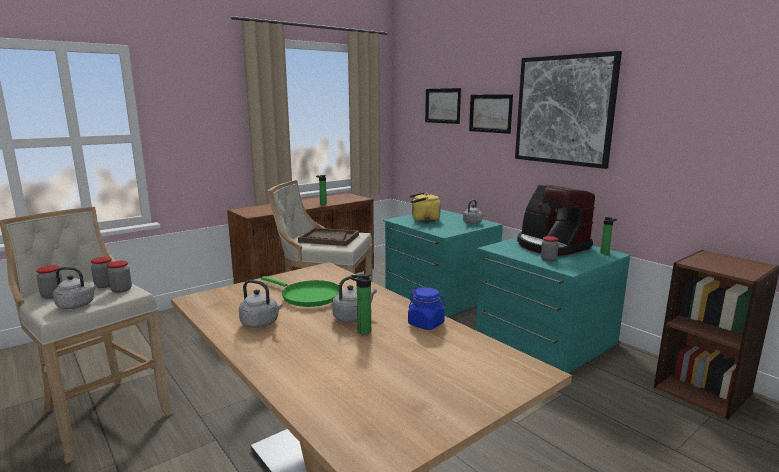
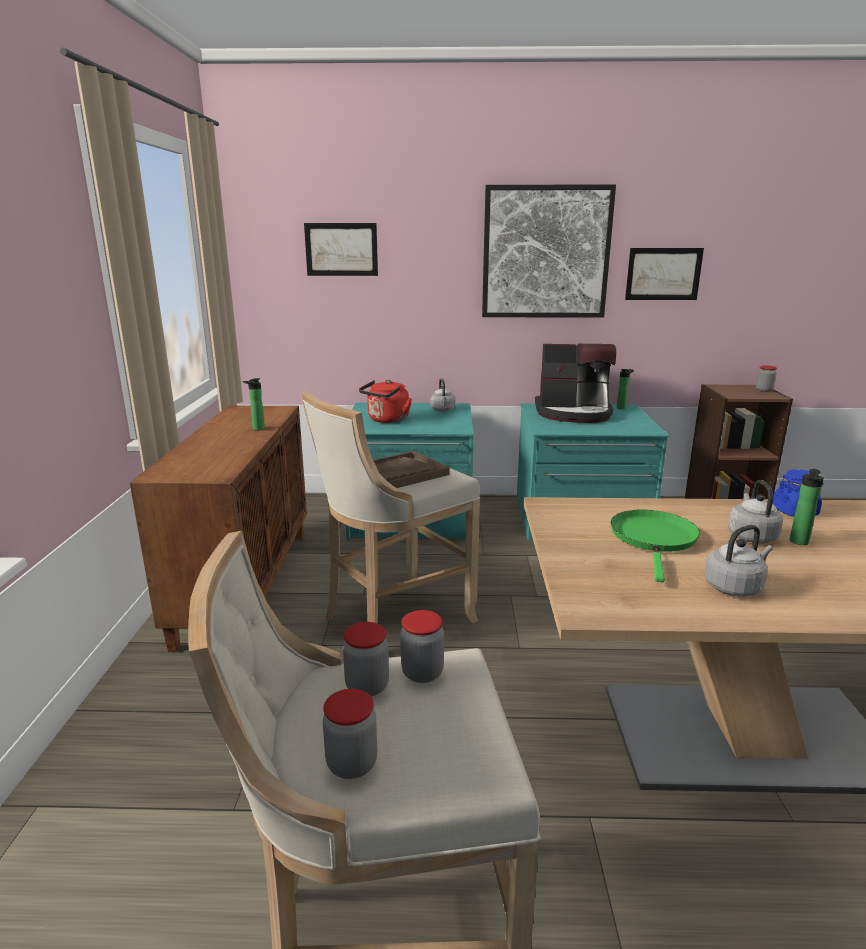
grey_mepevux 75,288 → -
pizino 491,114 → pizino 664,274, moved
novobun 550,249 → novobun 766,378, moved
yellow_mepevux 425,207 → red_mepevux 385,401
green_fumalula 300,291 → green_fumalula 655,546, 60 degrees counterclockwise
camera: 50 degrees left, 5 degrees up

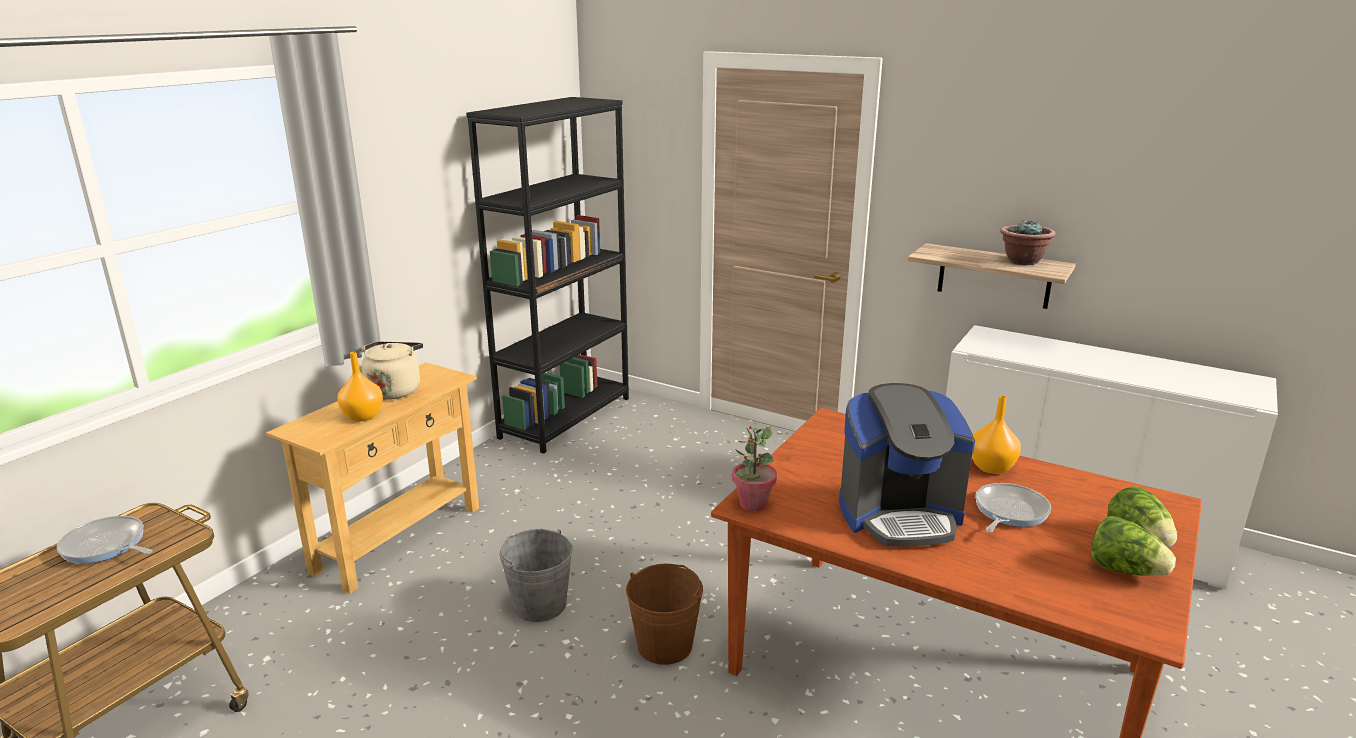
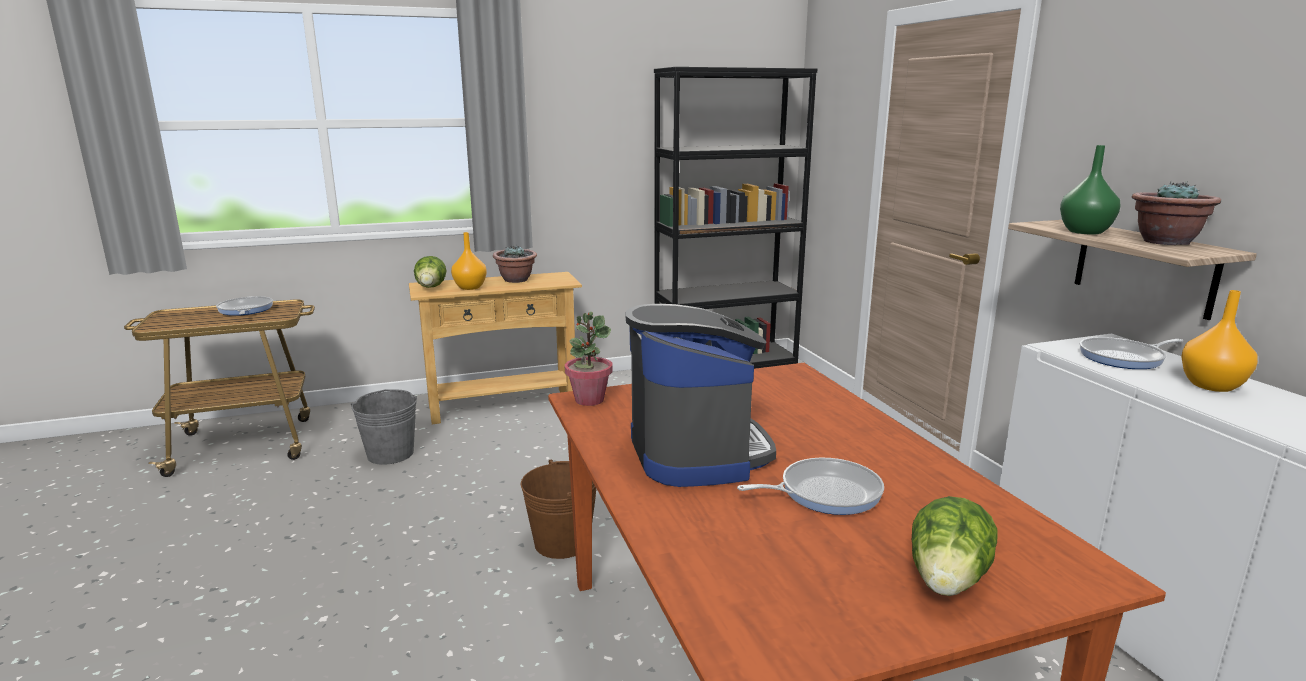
- → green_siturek 1090,190
- → fumalula 1131,353
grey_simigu 536,575 → grey_simigu 383,427, moved
orange_siturek 996,434 → orange_siturek 1219,341, moved
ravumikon 1133,546 → ravumikon 430,272, moved
beige_mepevux 391,371 → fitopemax 515,264
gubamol 907,464 → gubamol 701,395, 135 degrees counterclockwise
camera: 40 degrees right, 5 degrees down

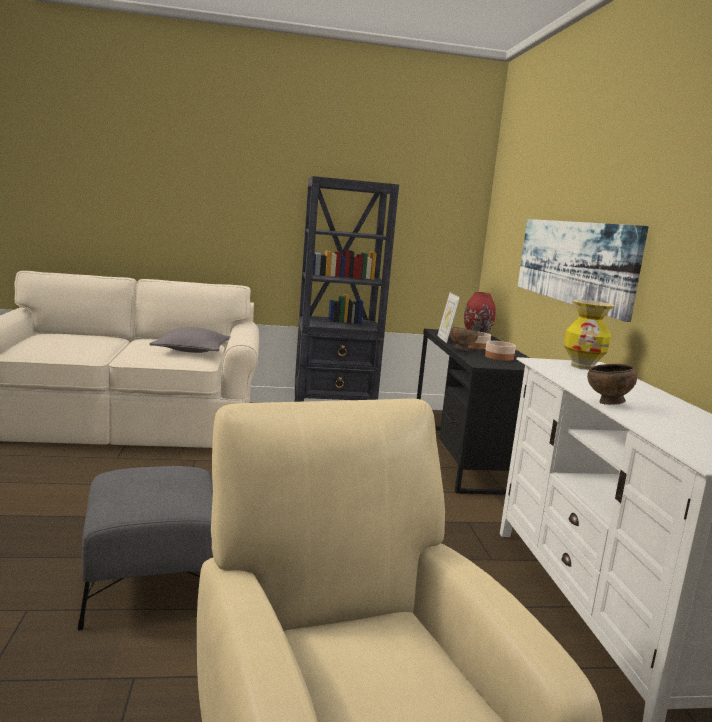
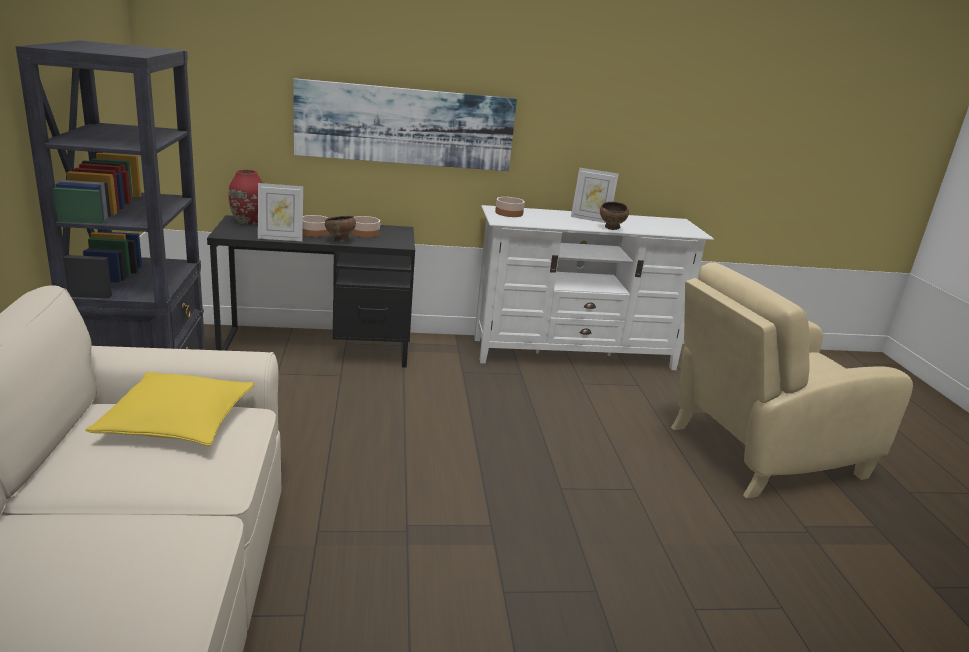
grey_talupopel 145,548 → -
- → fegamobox 595,195
siturek 589,335 → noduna 510,207
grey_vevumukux 190,340 → yellow_vevumukux 170,409
camera: 90 degrees left, 10 degrees up

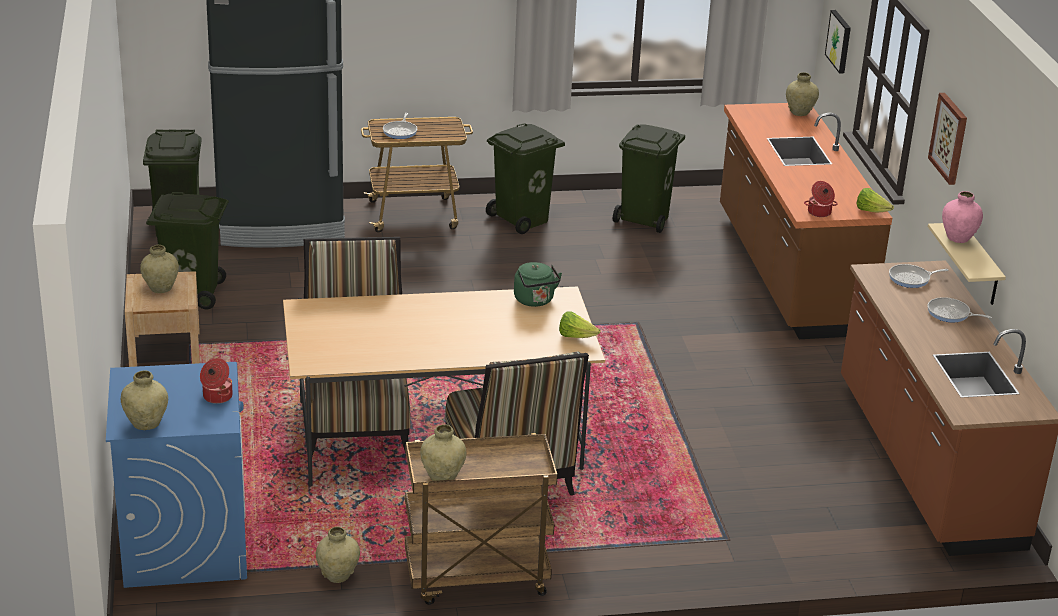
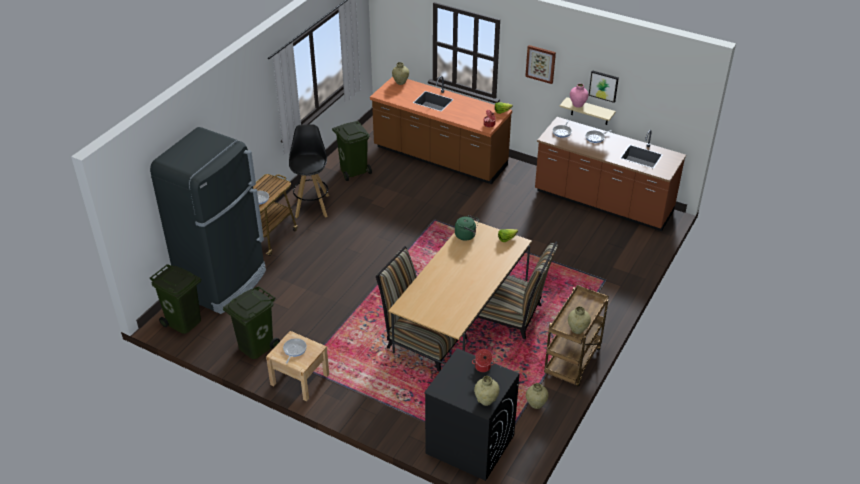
pizino 838,41 → pizino 604,86, moved
beige_siturek 159,269 → fumalula 295,351
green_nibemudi 525,178 → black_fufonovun 309,171
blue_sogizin 176,475 → black_sogizin 471,414
camera: 50 degrees left, 10 degrees up

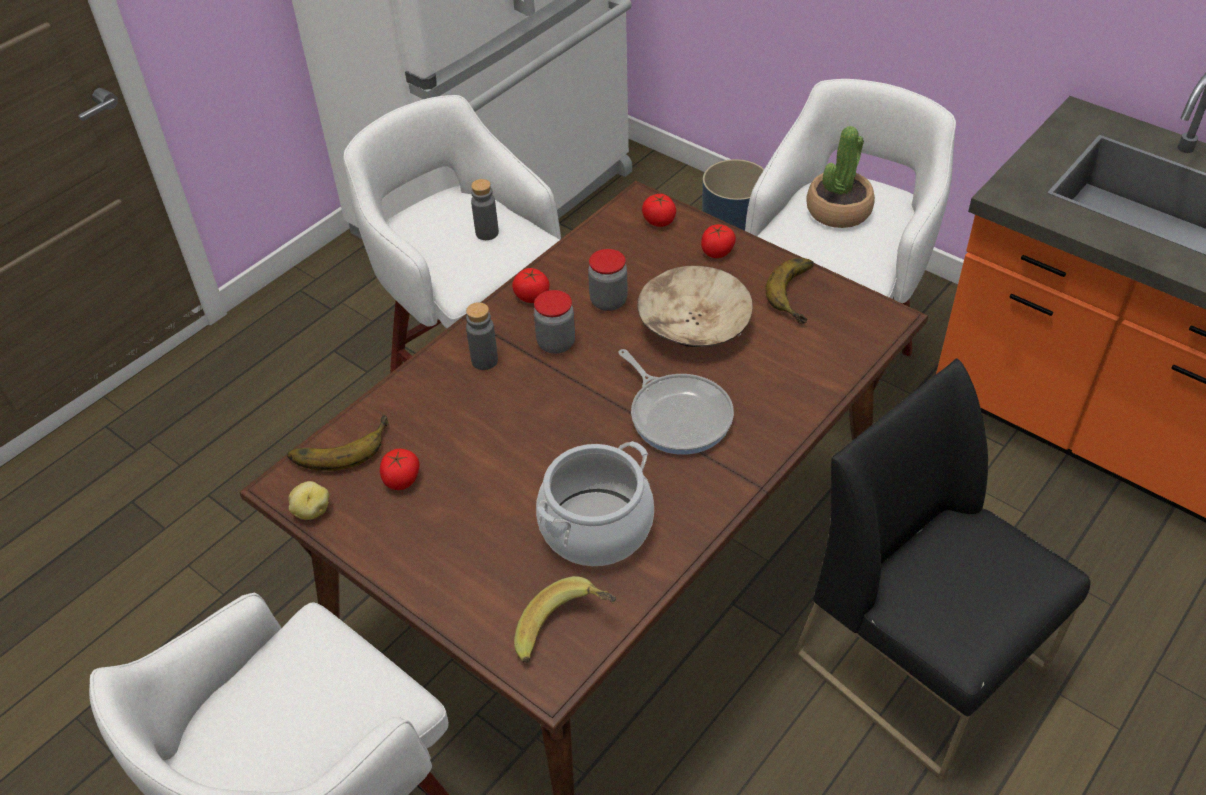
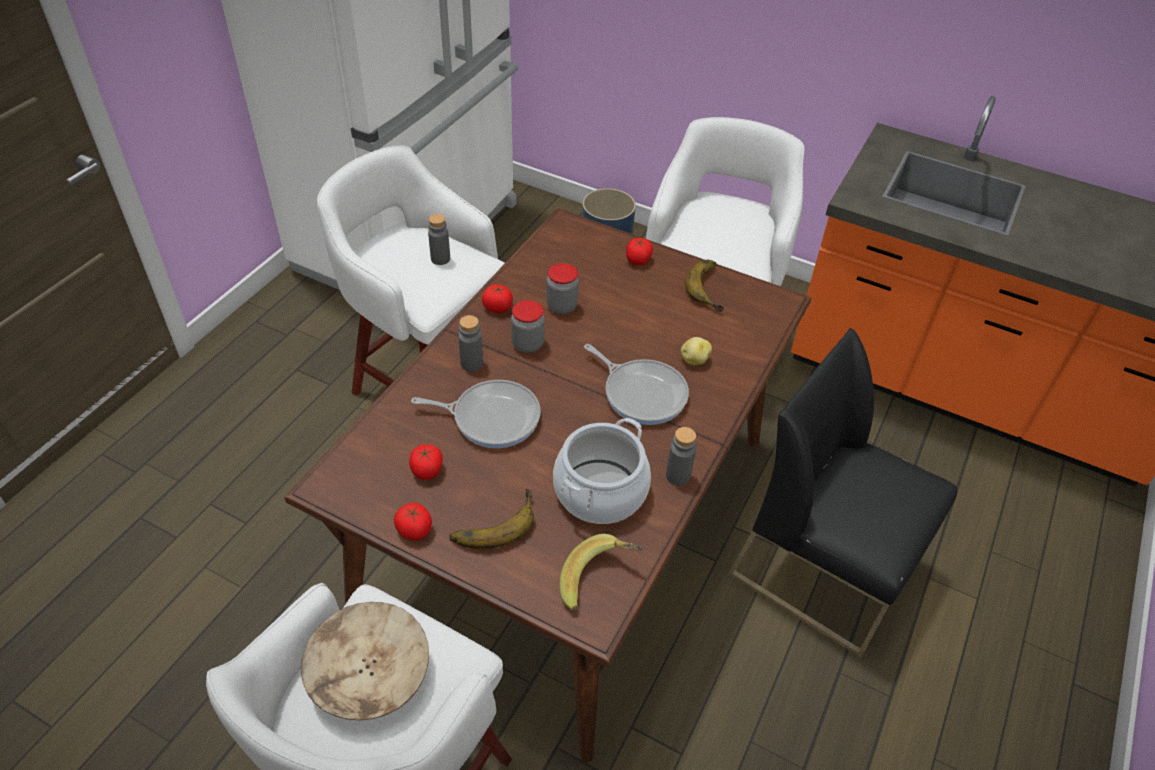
fitopemax 840,177 → -
- → fumalula 476,414
- → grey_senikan 681,456
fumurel 338,443 → fumurel 491,519, moved
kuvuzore 309,500 → kuvuzore 696,351, moved
beige_noduna 695,306 → beige_noduna 365,661, moved
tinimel 659,210 → tinimel 413,521, moved
camera: 15 degrees left, 0 degrees up

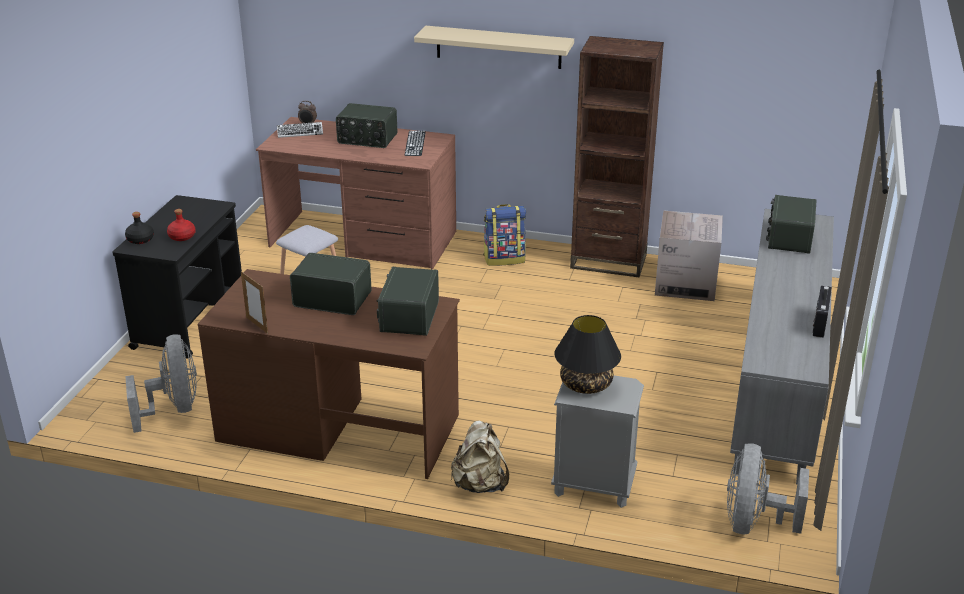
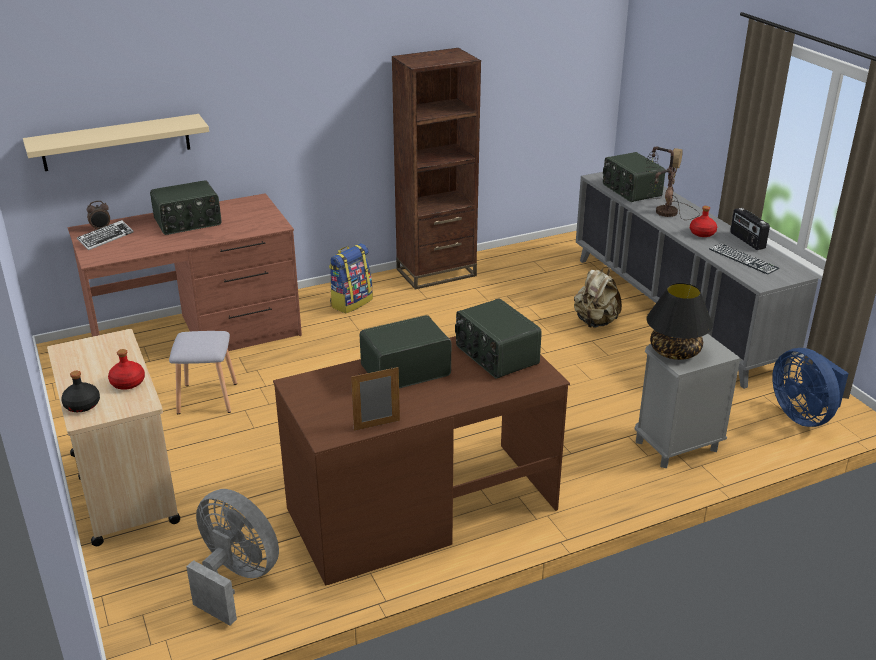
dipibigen 689,255 → -
- → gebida 672,183
- → red_senikan 703,221
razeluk 415,143 → razeluk 744,258, moved
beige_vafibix 494,47 → beige_vafibix 116,142, moved
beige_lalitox 480,456 → beige_lalitox 598,297, moved
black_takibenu 177,276 → beige_takibenu 114,437
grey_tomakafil 768,488 → blue_tomakafil 810,387
fegamobox 254,302 → fegamobox 375,399, 150 degrees clockwise
camera: 40 degrees left, 0 degrees up

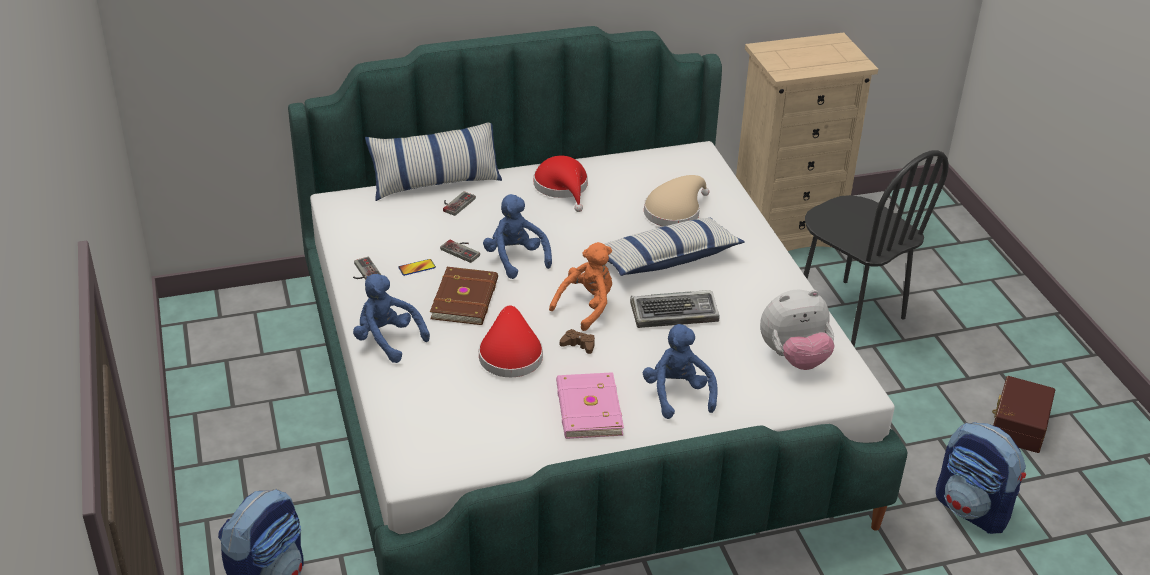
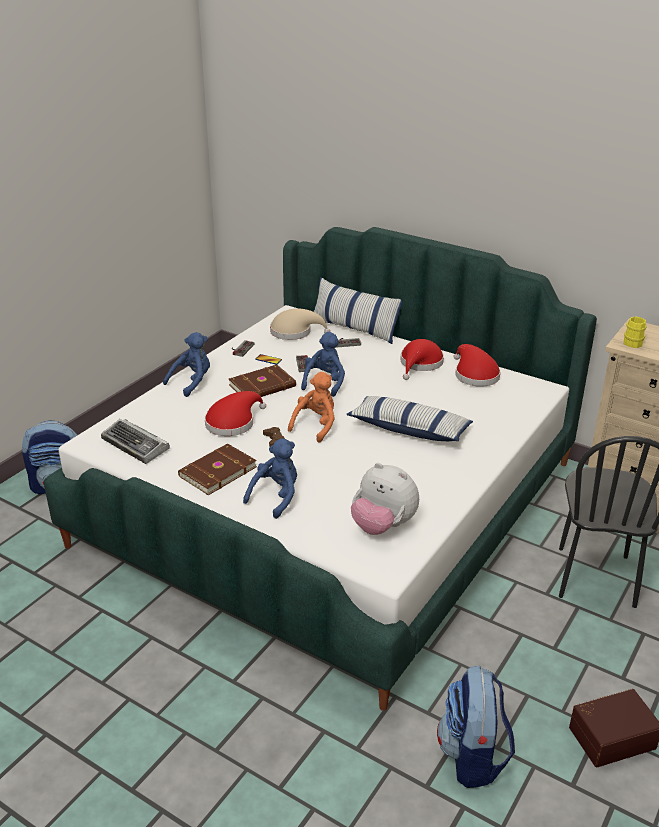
- → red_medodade 477,365
- → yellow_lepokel 635,332
razeluk 675,309 → razeluk 135,441, moved
beige_medodade 677,201 → beige_medodade 300,324, moved
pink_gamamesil 590,405 → brown_gamamesil 217,469
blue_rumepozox 391,318 → blue_rumepozox 186,364, 45 degrees clockwise
orange_rumepozox 580,286 → orange_rumepozox 311,407, 60 degrees counterclockwise
camera: 50 degrees right, 5 degrees down

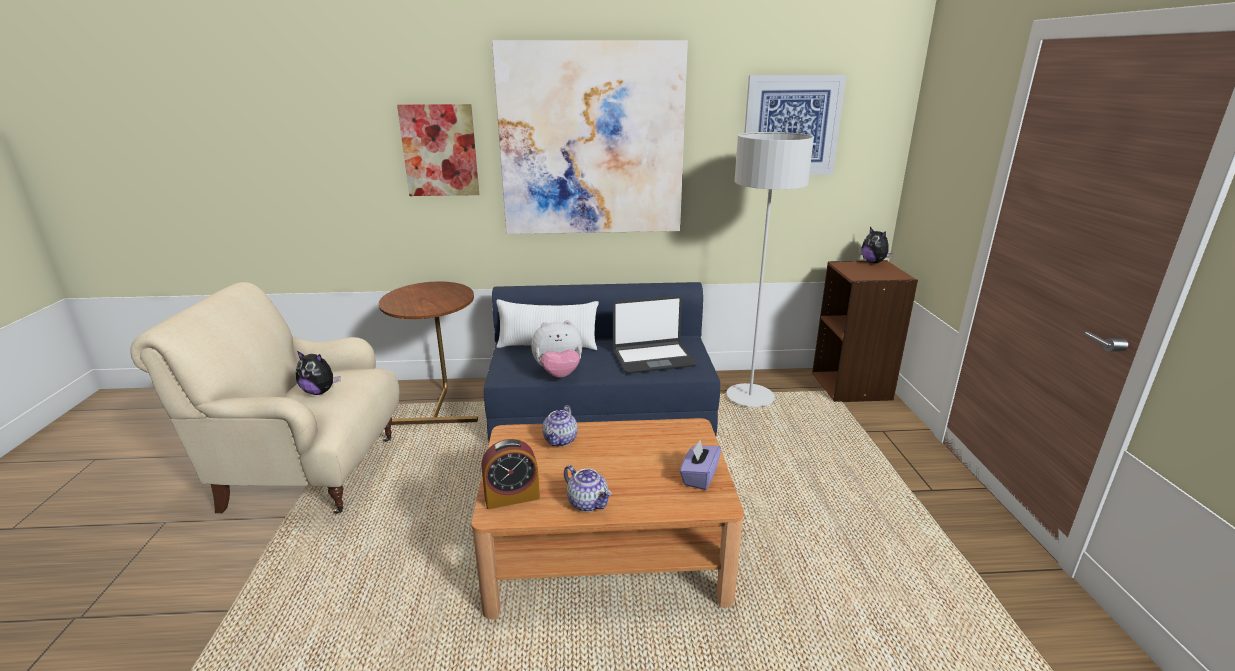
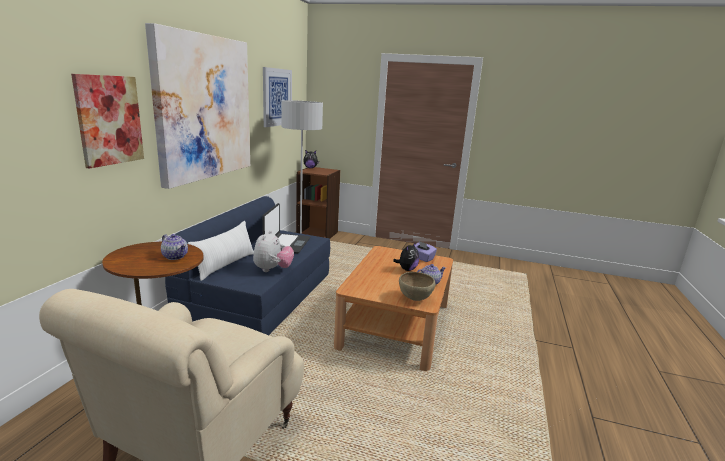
rumepozox 318,373 → rumepozox 406,256, moved
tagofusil 560,425 → tagofusil 174,247, moved
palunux 510,474 → brown_noduna 417,286
camera: 70 degrees left, 5 degrees down

